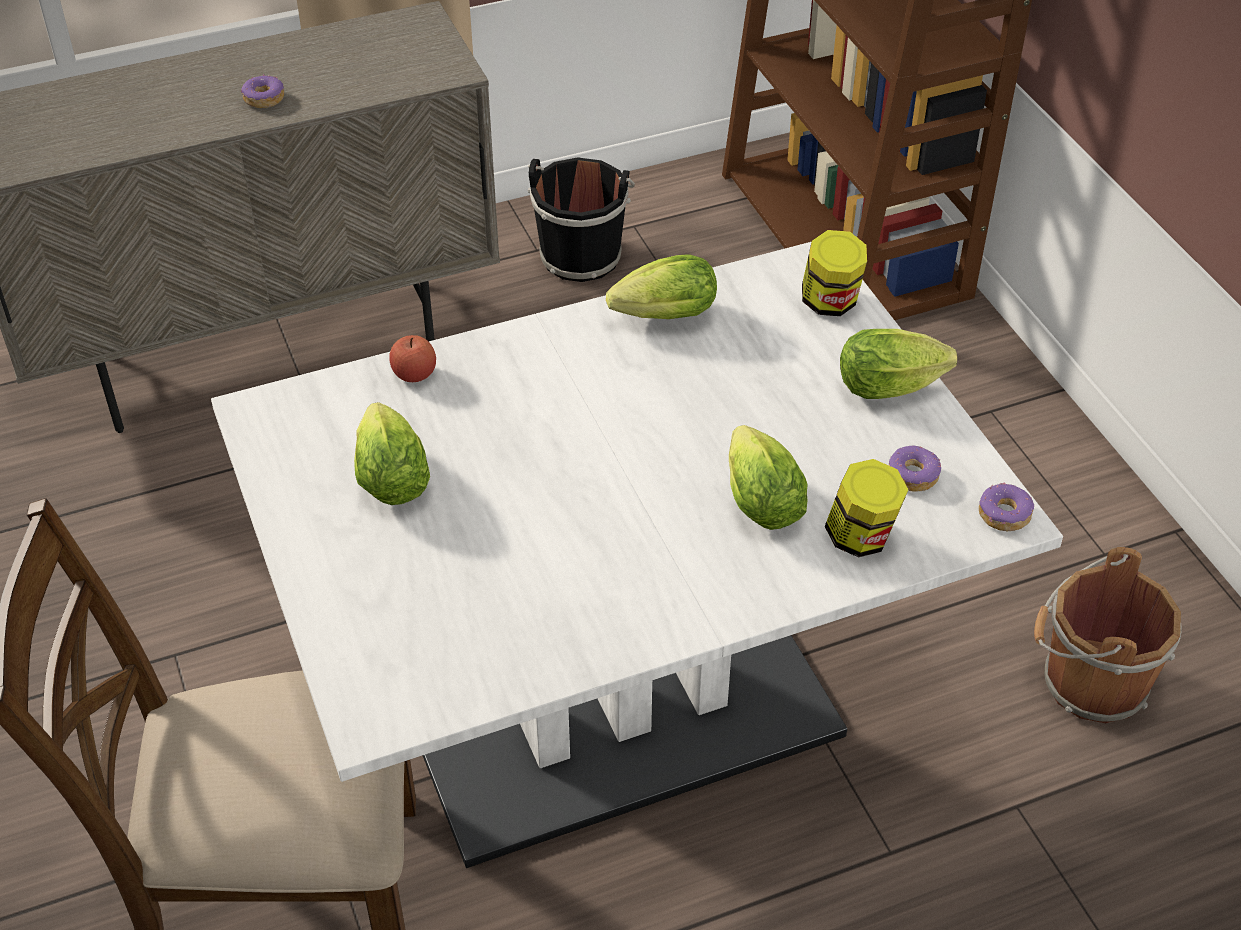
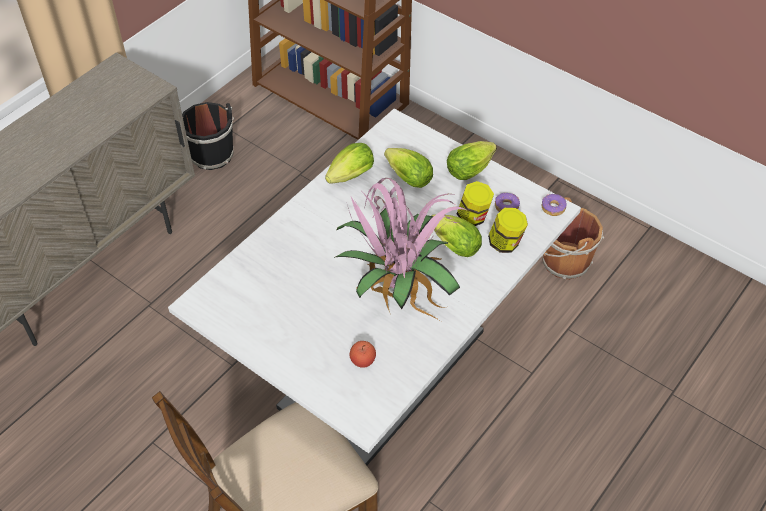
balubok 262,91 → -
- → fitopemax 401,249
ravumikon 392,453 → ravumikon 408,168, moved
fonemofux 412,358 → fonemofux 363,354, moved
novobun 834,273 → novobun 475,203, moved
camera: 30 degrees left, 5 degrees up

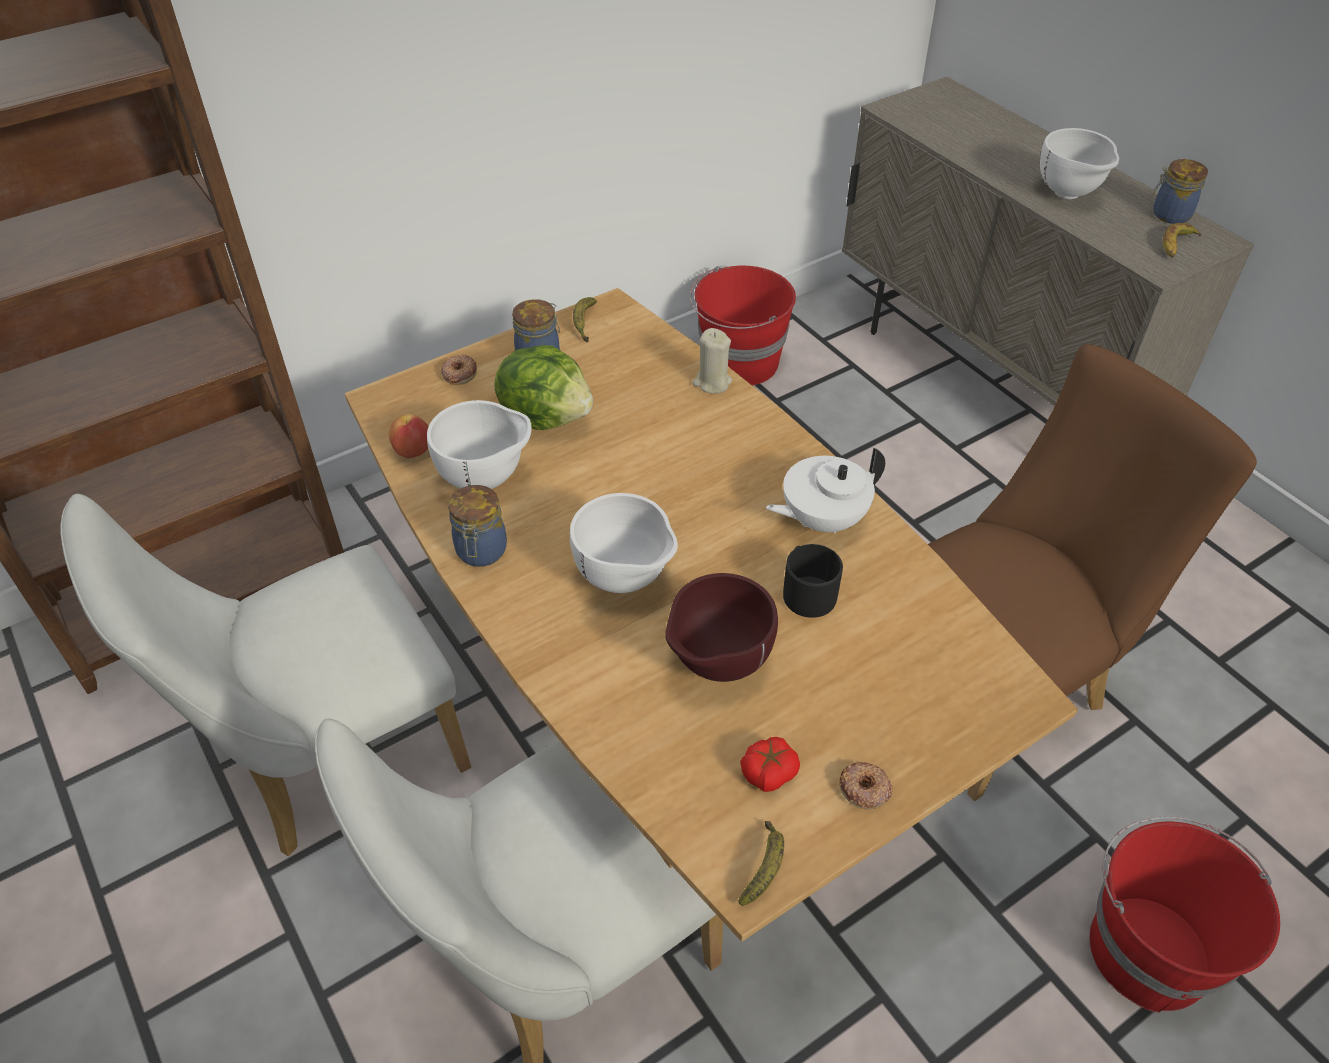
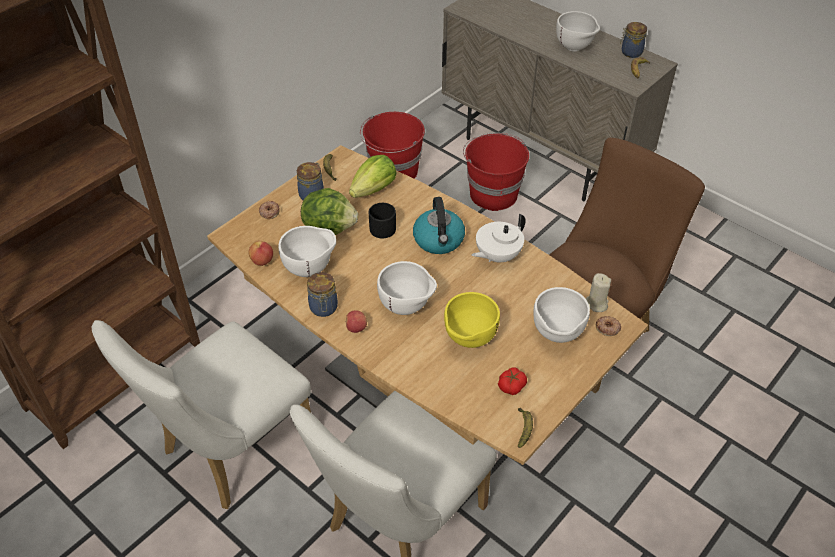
- → fonemofux 356,321
- → ravumikon 372,176
- → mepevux 439,225
- → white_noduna 561,315
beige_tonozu 712,361 → beige_tonozu 598,292, moved
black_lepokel 813,581 → black_lepokel 382,220, moved
balubok 866,785 → balubok 608,326, moved
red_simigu 1185,914 → red_simigu 496,172, moved
brown_noduna 721,627 → yellow_noduna 472,320
camera: 15 degrees left, 0 degrees up

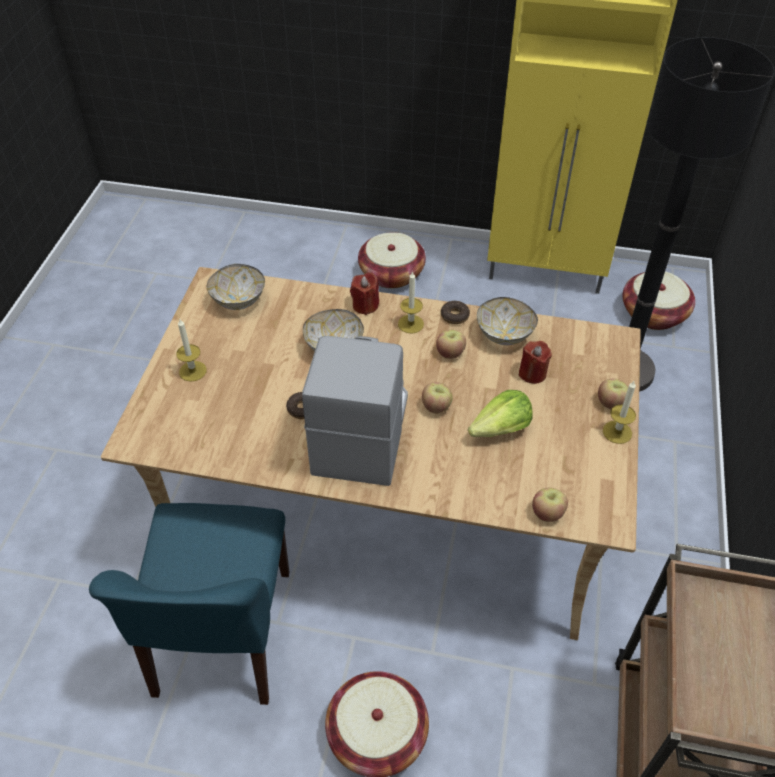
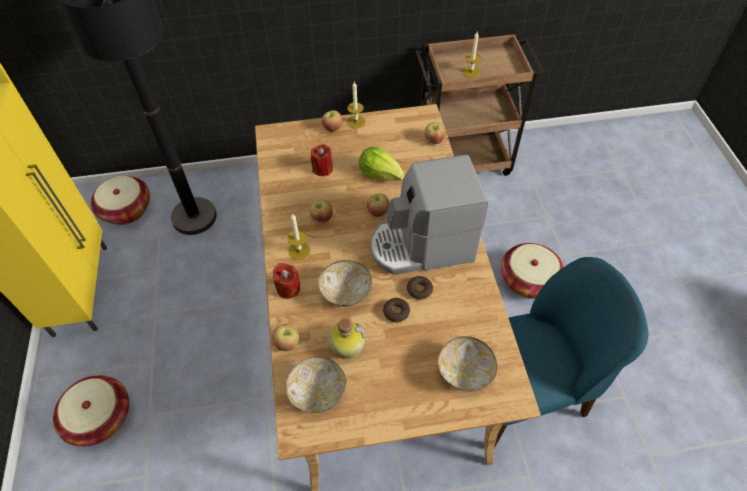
- → fonemofux 285,337
- → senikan 346,338
tonozu 191,350 → tonozu 472,55, moved
balubok 455,312 → balubok 396,310, moved
noduna 507,321 → noduna 467,364, moved
camera: 110 degrees left, 5 degrees up

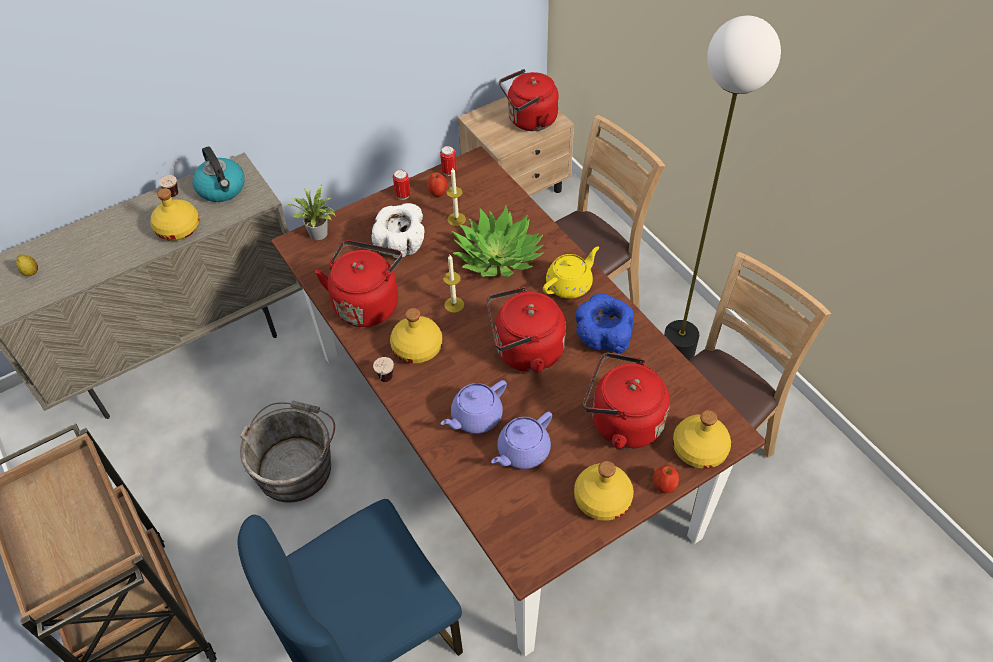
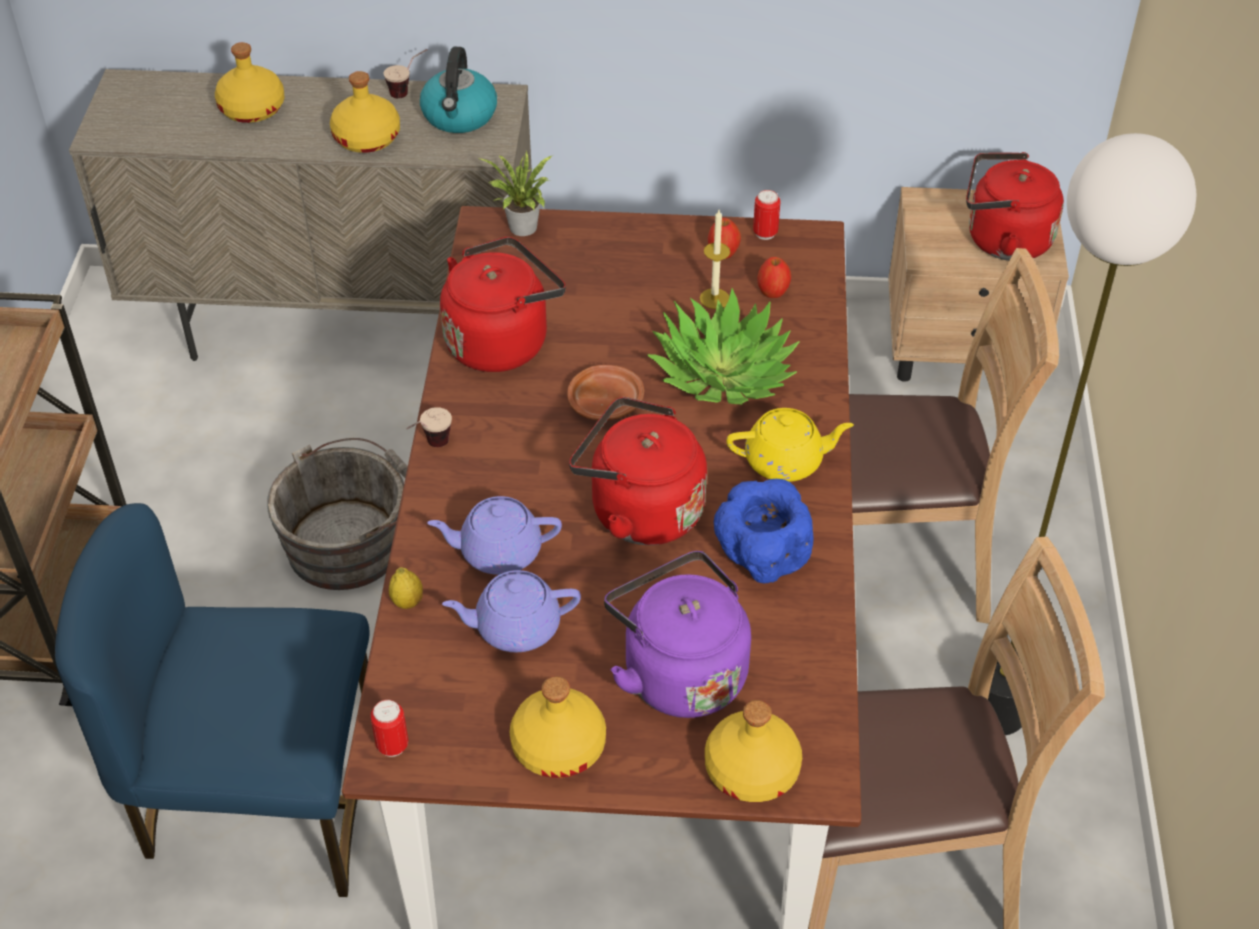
white_noduna 398,230 → -
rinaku 27,265 → rinaku 406,588, moved
yellow_senikan 416,336 → yellow_senikan 249,82, moved
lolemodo 402,185 → lolemodo 389,728, moved
fonemofux 666,479 → fonemofux 774,277, moved
tonozu 453,284 → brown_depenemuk 605,392
red_mepevux 626,400 → purple_mepevux 677,634
camera: 35 degrees right, 5 degrees down

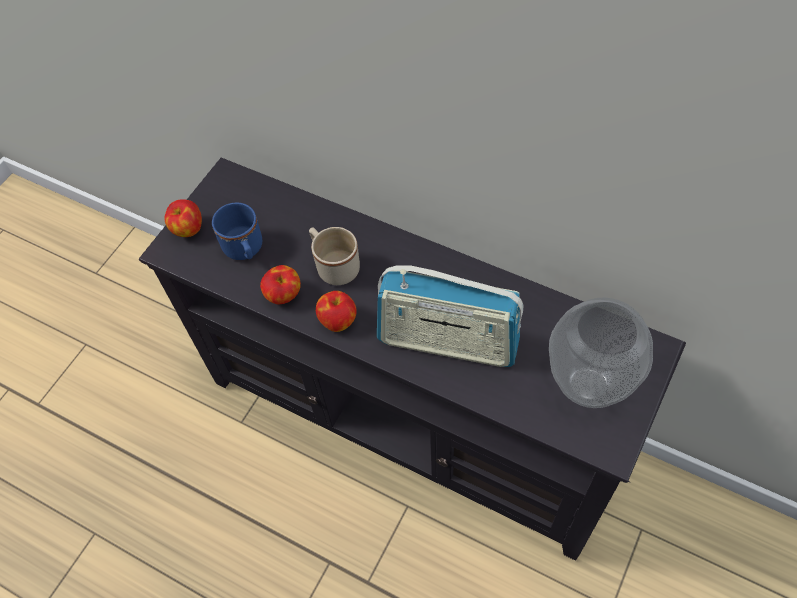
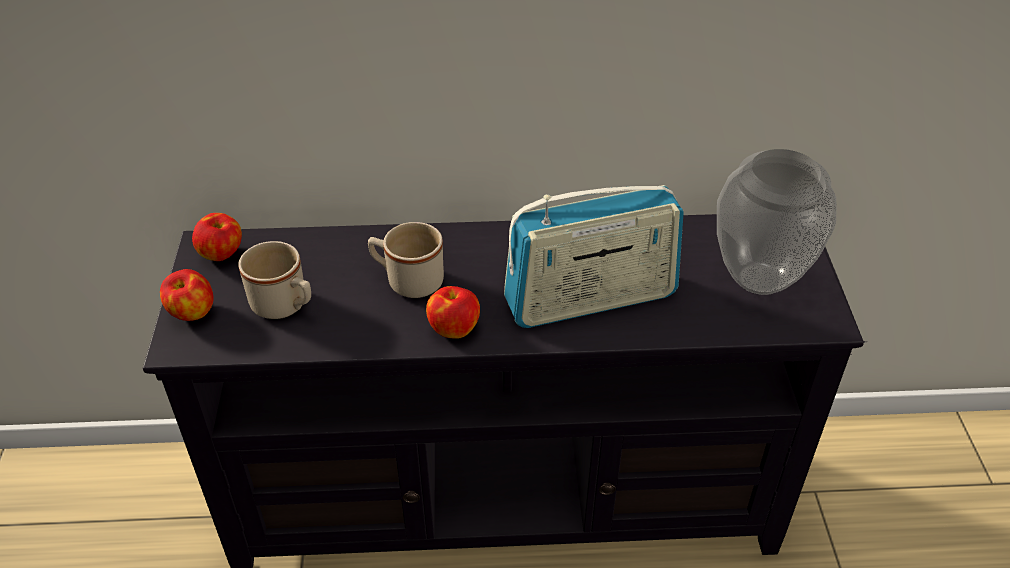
fonemofux 280,284 → fonemofux 217,237, moved
blue_lepokel 237,231 → beige_lepokel 274,280
camera: 35 degrees left, 15 degrees down

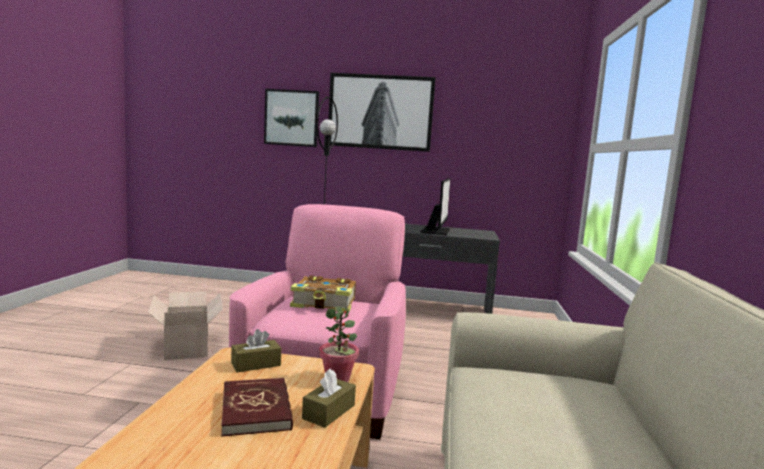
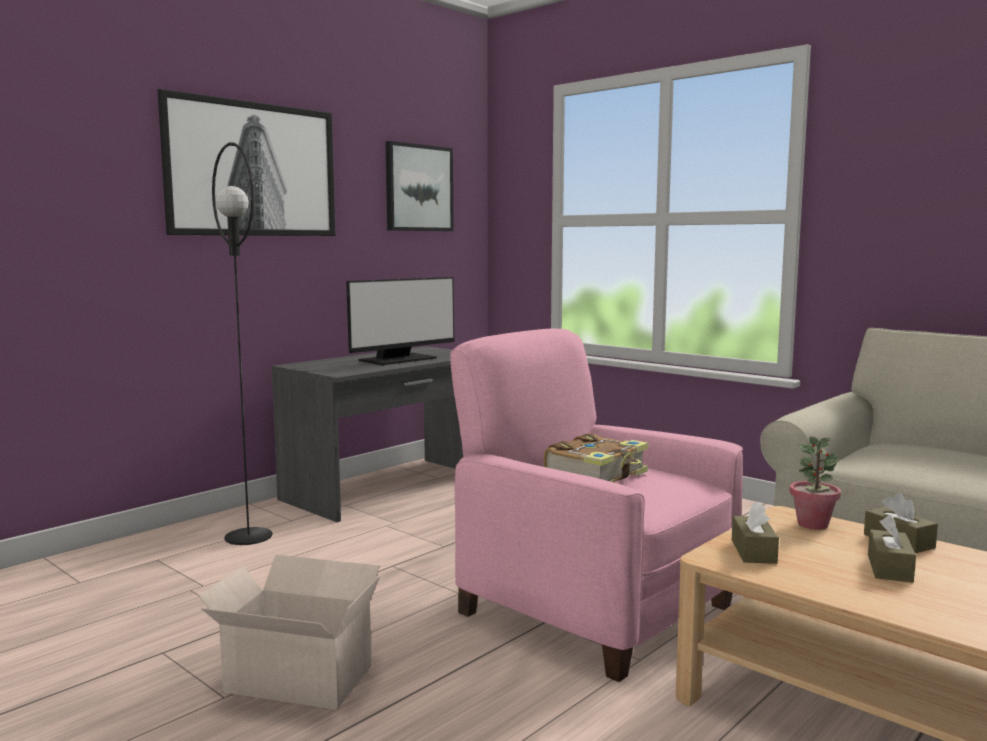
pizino 291,118 → pizino 419,186, moved
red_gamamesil 257,407 → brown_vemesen 892,549
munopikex 435,206 → munopikex 400,321, 90 degrees clockwise
camera: 55 degrees left, 0 degrees up

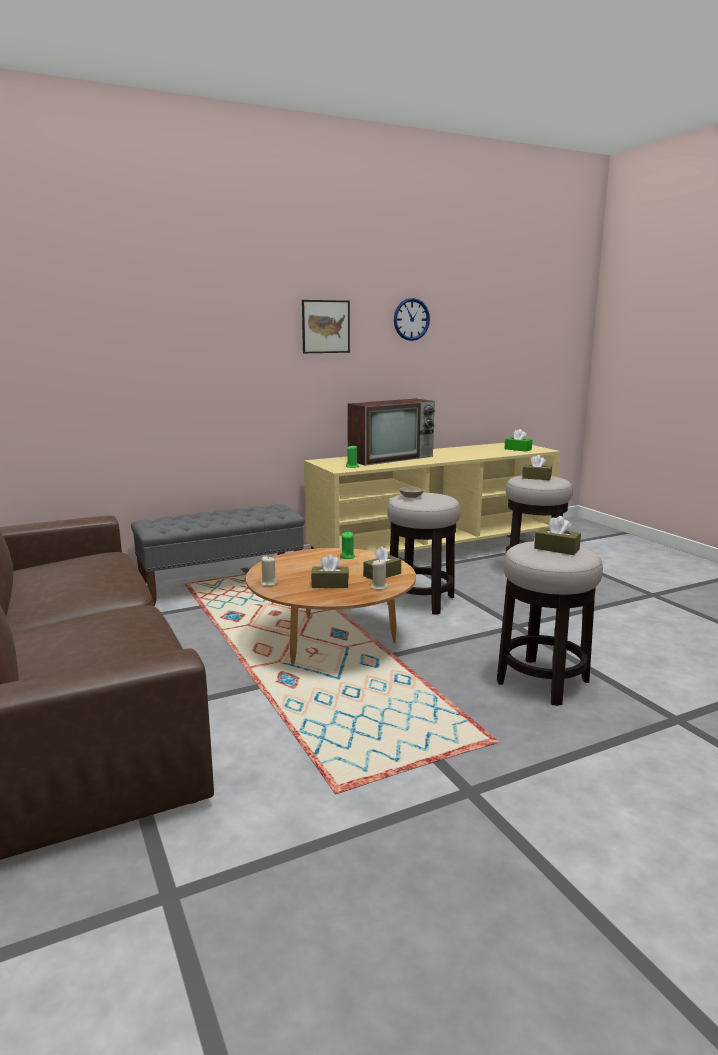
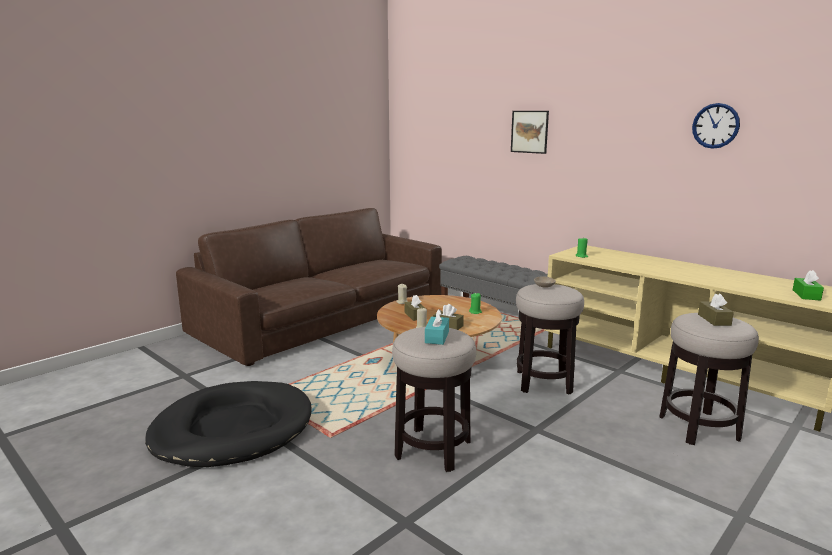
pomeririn 391,432 → -
- → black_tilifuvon 228,424
pizino 326,326 → pizino 530,132, moved
brown_vemesen 557,535 → turquoise_vemesen 437,327
camera: 70 degrees right, 0 degrees up

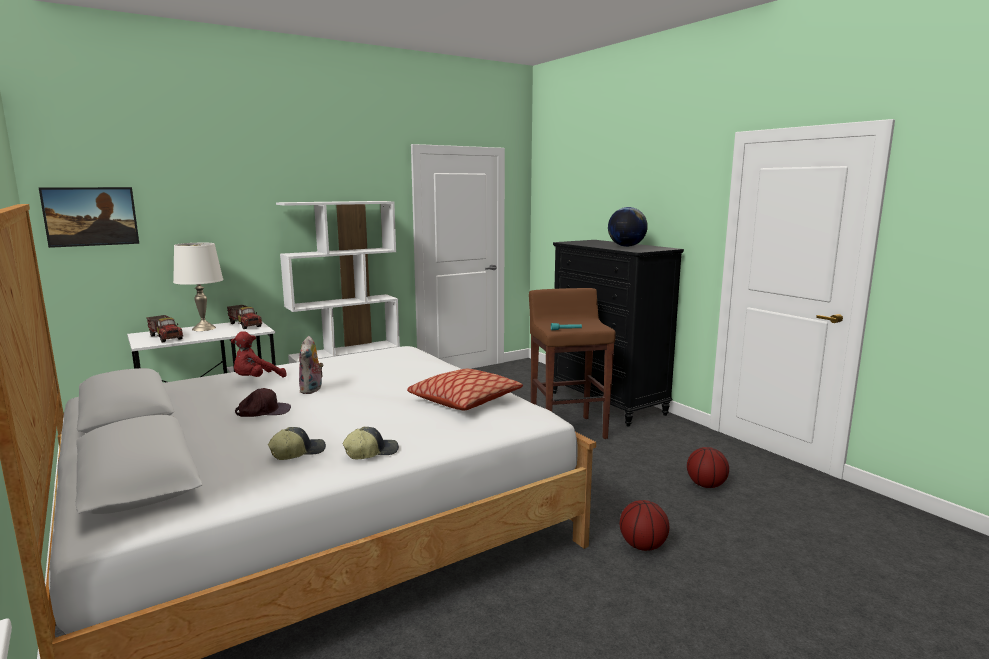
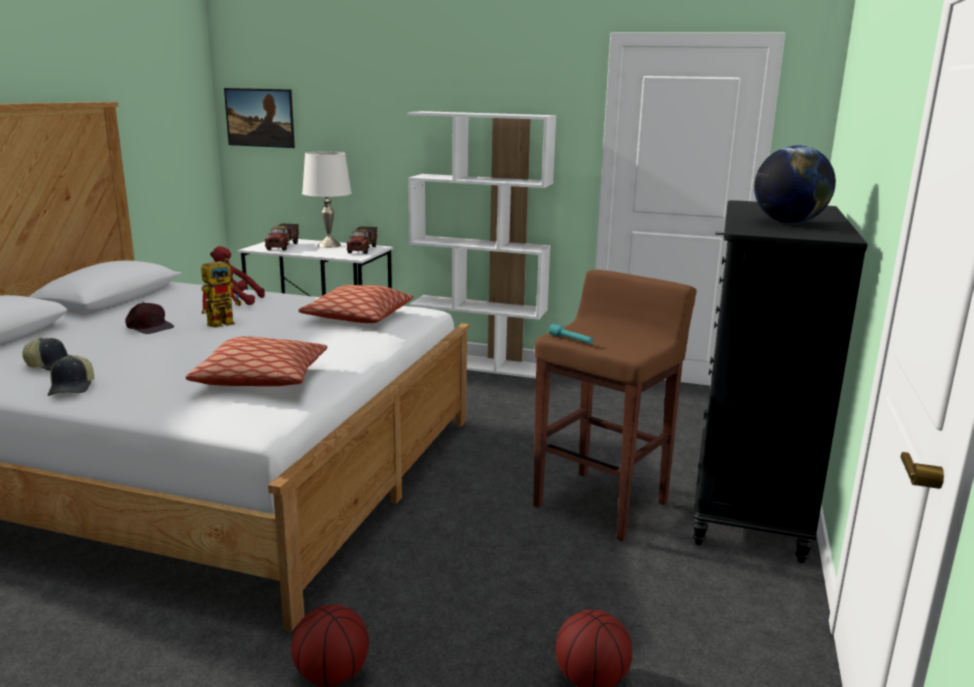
- → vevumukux 355,304
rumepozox 311,365 → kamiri 221,293
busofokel 370,443 → busofokel 71,375, 60 degrees clockwise
camera: 50 degrees right, 5 degrees up

